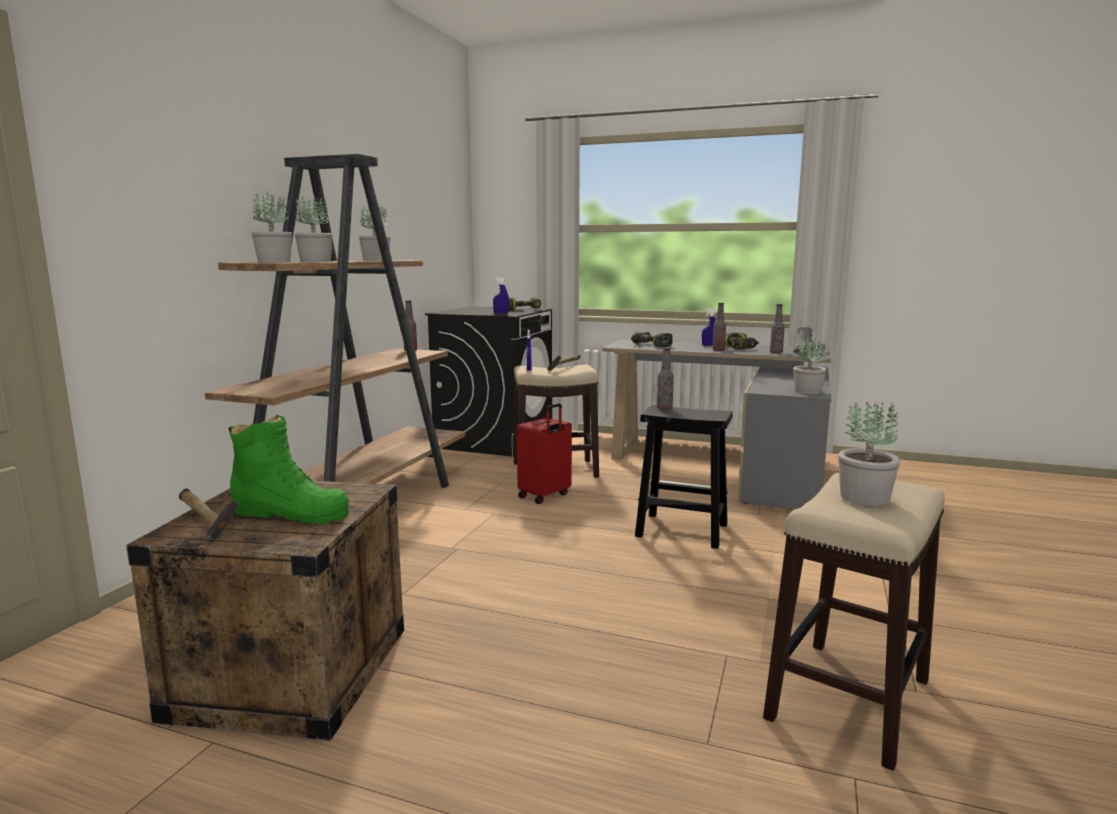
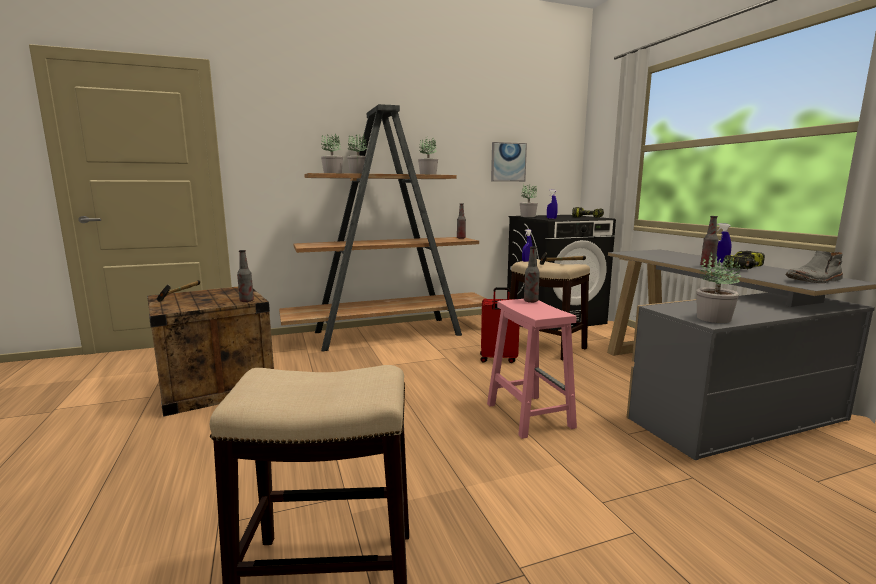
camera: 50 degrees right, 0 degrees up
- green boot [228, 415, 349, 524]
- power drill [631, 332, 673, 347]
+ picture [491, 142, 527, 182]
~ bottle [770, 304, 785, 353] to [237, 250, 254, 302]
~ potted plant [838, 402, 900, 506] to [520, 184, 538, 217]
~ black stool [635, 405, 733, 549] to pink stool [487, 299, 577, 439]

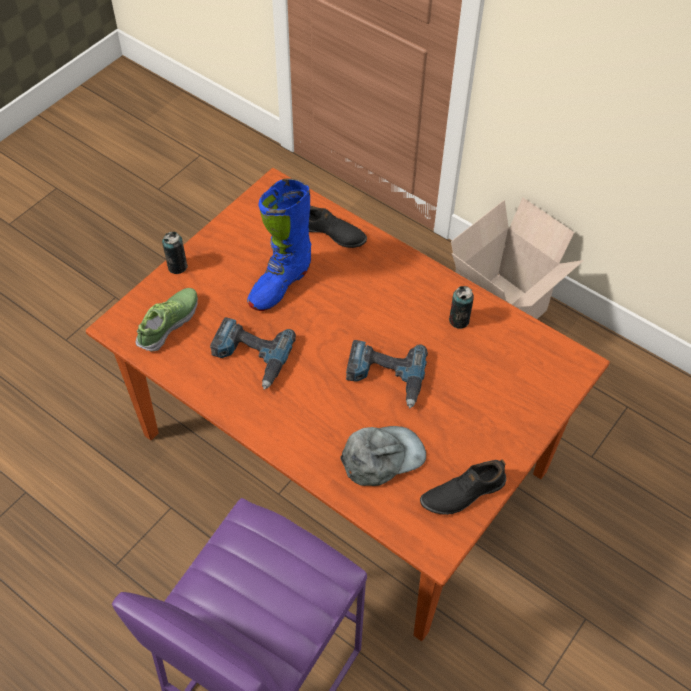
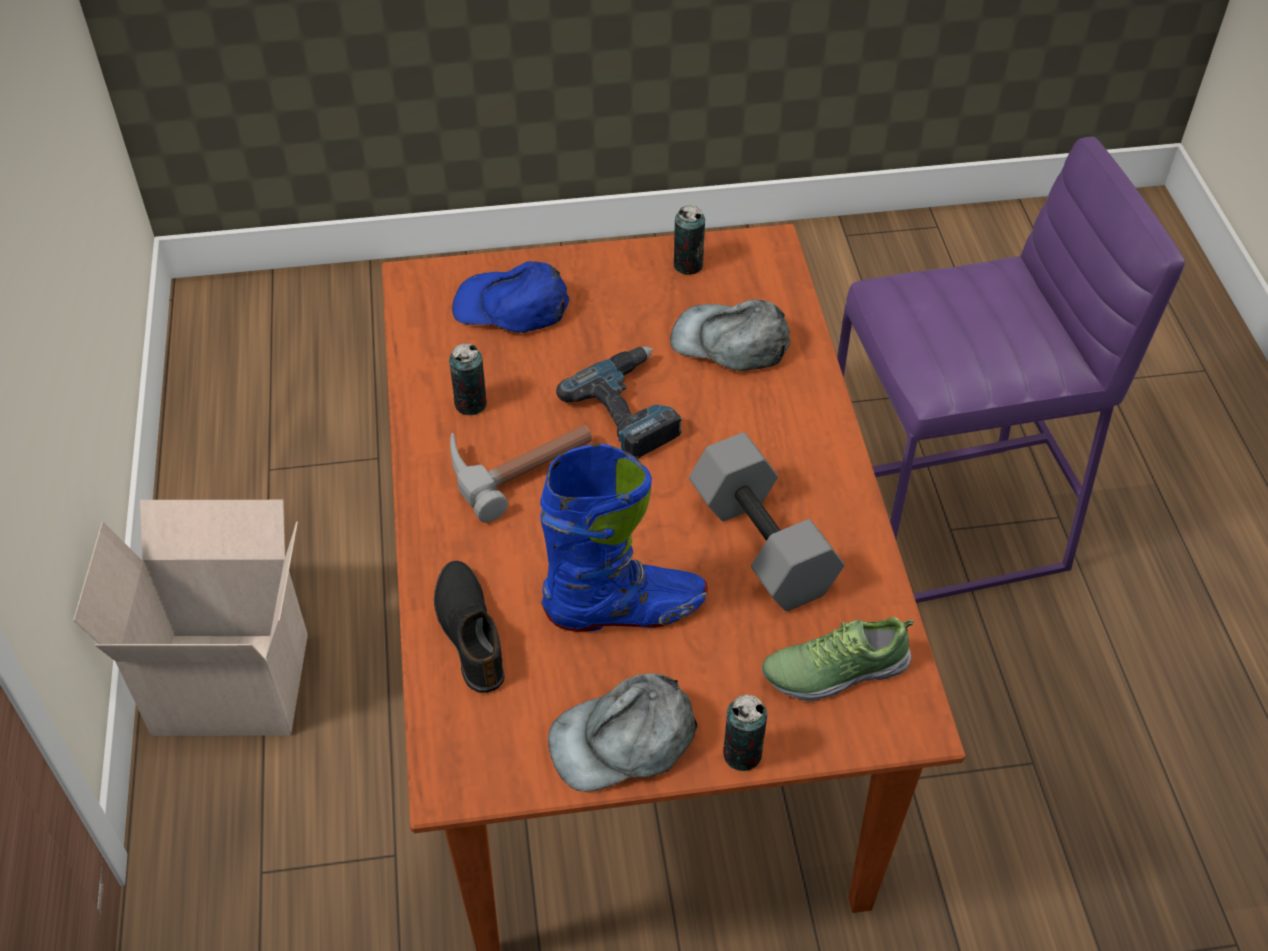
camera: 135 degrees left, 5 degrees down
+ hammer [450, 425, 592, 523]
+ blue cap [452, 261, 570, 333]
+ grey cap [548, 673, 698, 792]
~ power drill [210, 317, 296, 390] to grey dumbbell [689, 433, 844, 611]
~ black shoe [420, 459, 506, 515] to can [674, 205, 705, 275]

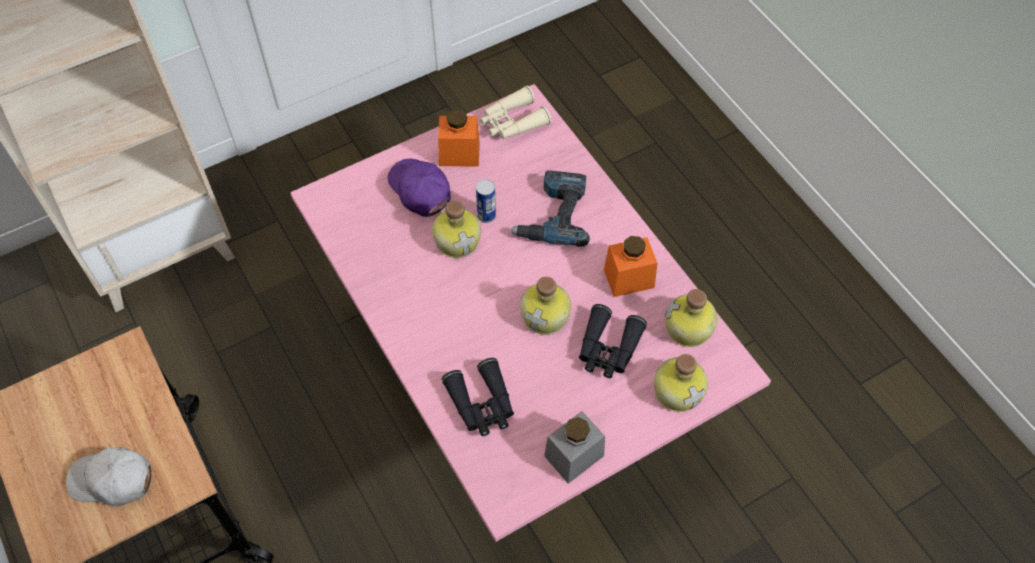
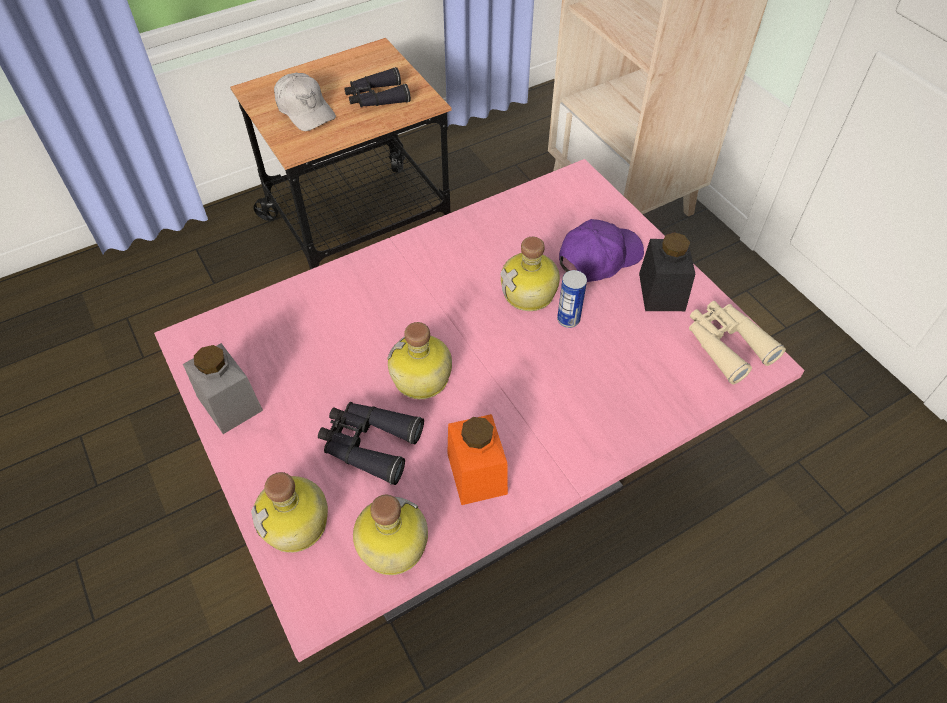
camera: 90 degrees right, 5 degrees down
- power drill [509, 170, 590, 247]
~ black binoculars [442, 358, 514, 436] to [344, 67, 411, 108]
~ orange jar [438, 109, 480, 166] to black jar [639, 232, 695, 311]
~ white cap [66, 447, 151, 506] = [274, 73, 336, 131] 135 degrees clockwise

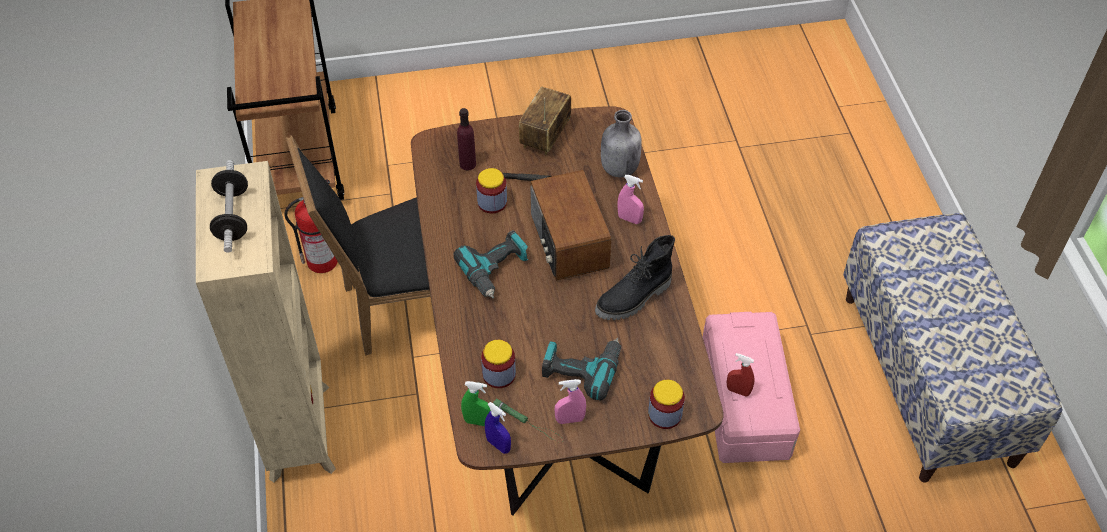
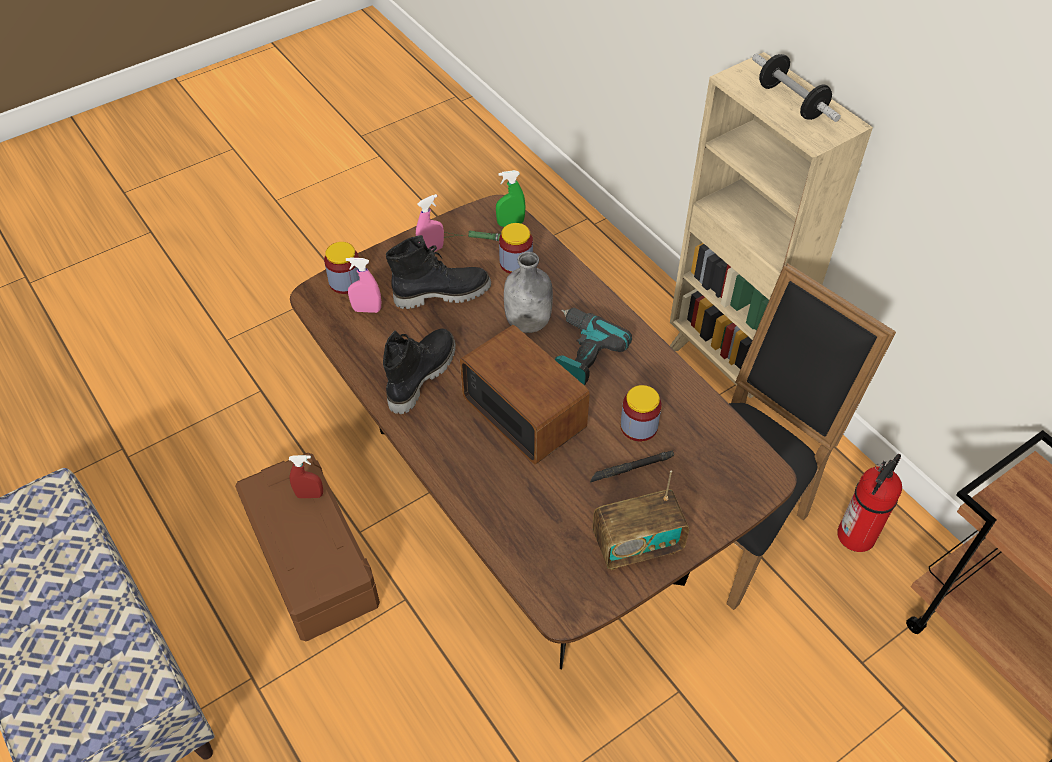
camera: 155 degrees right, 0 degrees up
- purple bottle [457, 108, 476, 170]
- blue spray bottle [485, 402, 511, 454]
~ grey bottle [601, 110, 642, 178] to [504, 252, 553, 333]
~ pink spray bottle [617, 175, 644, 224] to [346, 257, 381, 313]
~ power drill [542, 338, 621, 400] to black boot [386, 235, 491, 309]
~ pink storage box [703, 312, 800, 463] to brown storage box [235, 453, 380, 642]
~ radio [519, 87, 571, 154] = [592, 470, 689, 570] 75 degrees clockwise

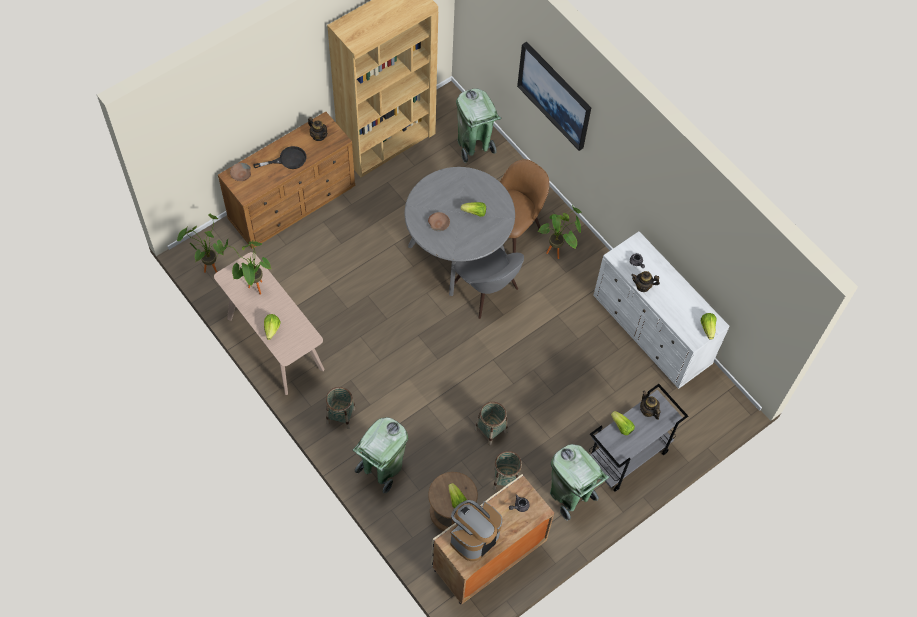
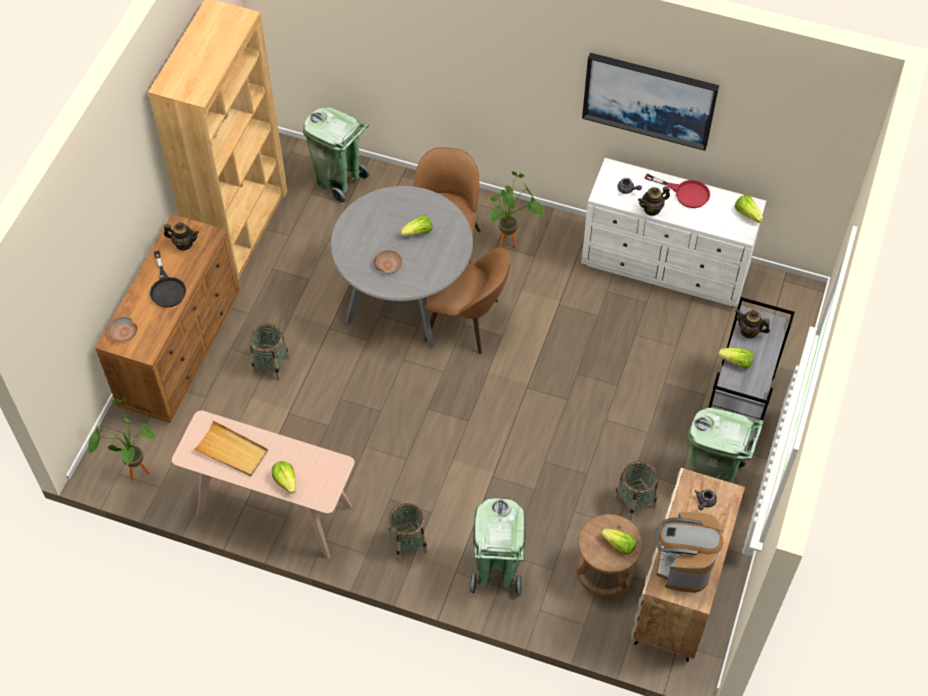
camera: 30 degrees left, 5 degrees down
+ red frying pan [645, 174, 710, 208]
~ basket [475, 402, 508, 445] to [249, 323, 290, 380]
~ picture [517, 42, 591, 151] to [582, 53, 719, 151]
~ potted plant [217, 239, 271, 295] to beige tray [194, 420, 268, 476]
~ grey chair [449, 248, 524, 319] to brown chair [424, 248, 511, 354]
~ black frying pan [253, 146, 307, 169] = [150, 251, 186, 308] 120 degrees clockwise

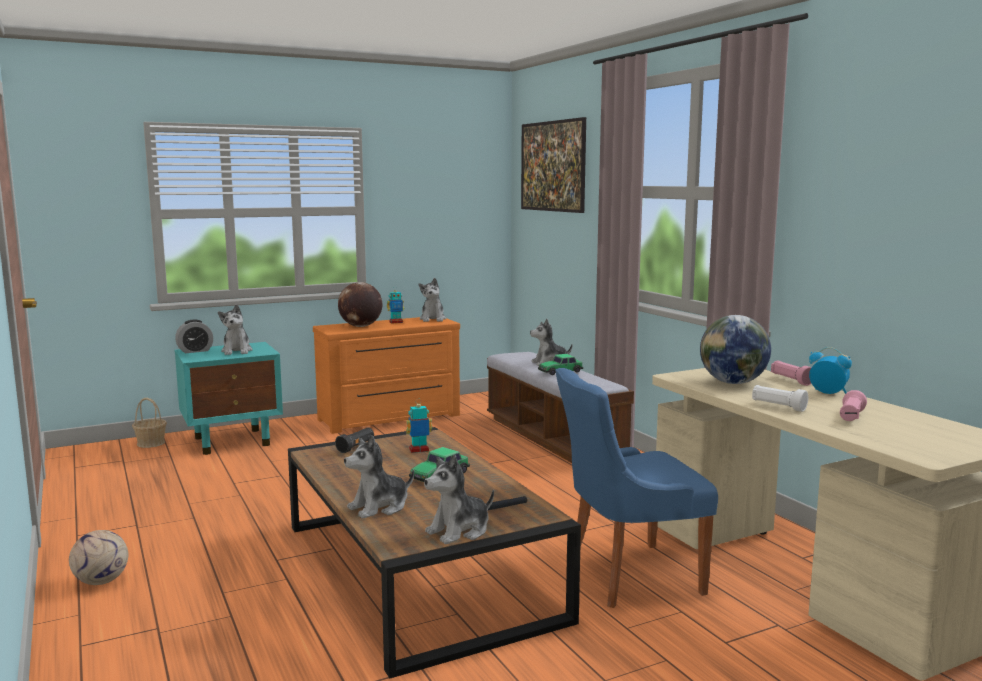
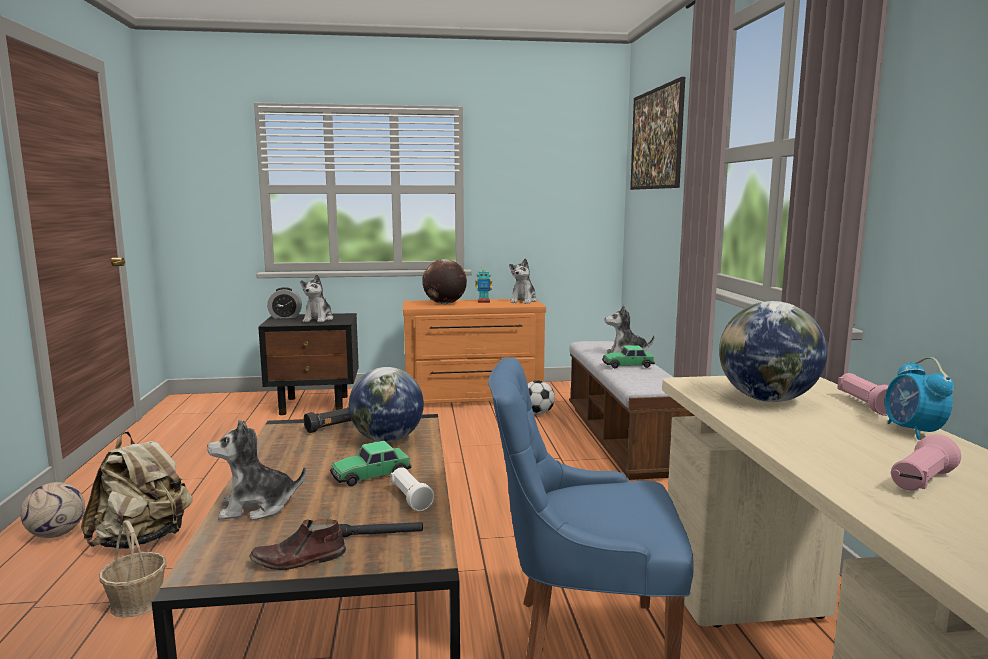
camera: 20 degrees right, 0 degrees up
+ beige backpack [81, 431, 192, 549]
+ football [528, 380, 555, 415]
~ basket [132, 398, 167, 448] to [99, 520, 167, 618]
~ white flashlight [752, 385, 808, 412] to [391, 467, 434, 511]
~ toy robot [406, 399, 432, 453] to globe [349, 367, 424, 442]
~ plush toy [424, 454, 494, 544] to brown shoe [249, 519, 346, 570]
~ turquoise nightstand [175, 342, 283, 455] to black nightstand [258, 313, 359, 415]
~ alarm clock [809, 347, 852, 394] = [885, 357, 954, 440] 150 degrees counterclockwise

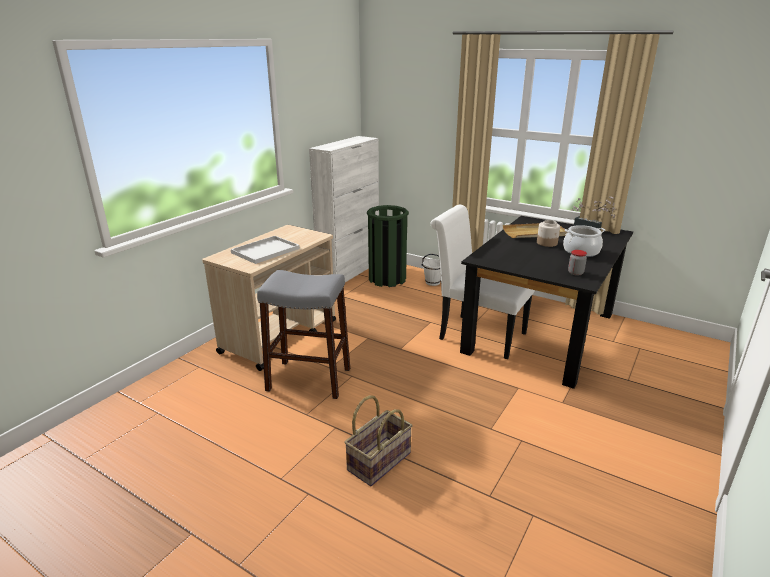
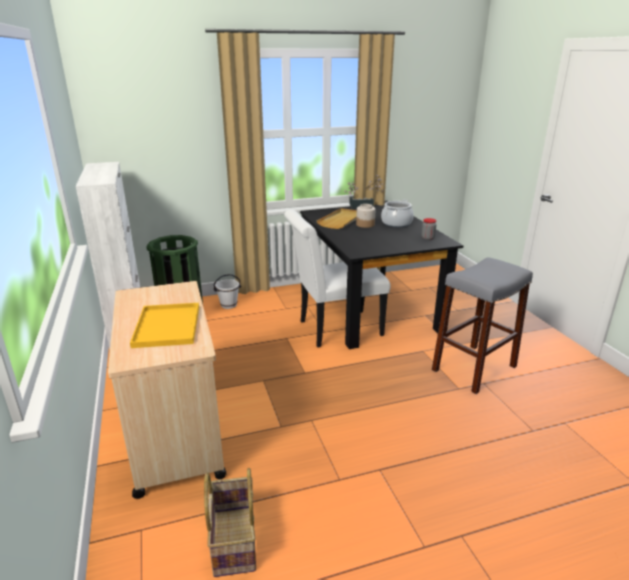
camera: 50 degrees left, 0 degrees up
~ grey stool [257, 270, 350, 399] to [432, 257, 533, 394]
~ basket [345, 395, 413, 486] to [204, 468, 256, 577]
~ white tray [231, 236, 300, 264] to yellow tray [130, 303, 199, 348]

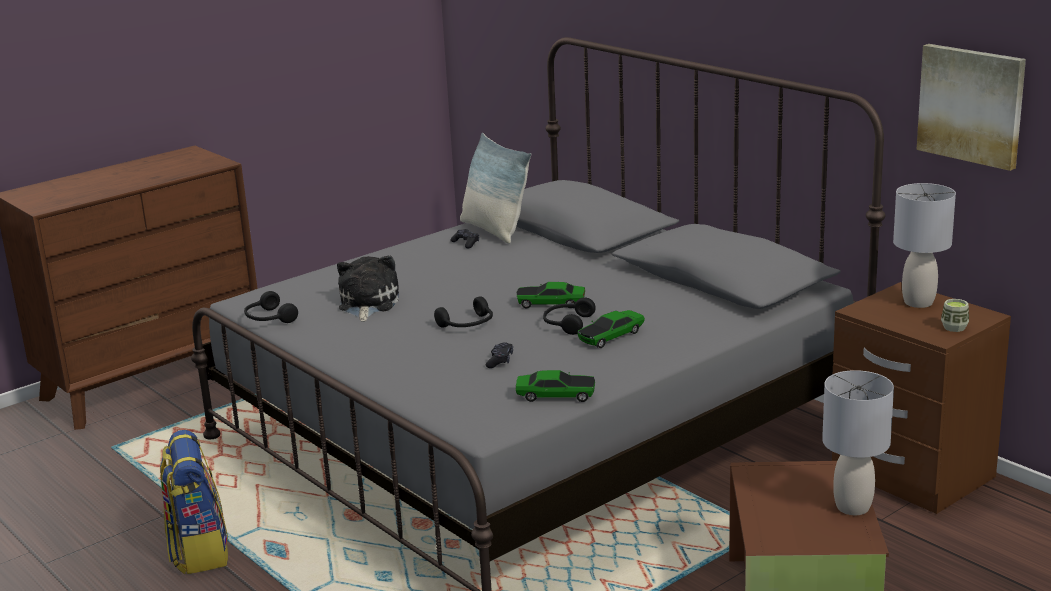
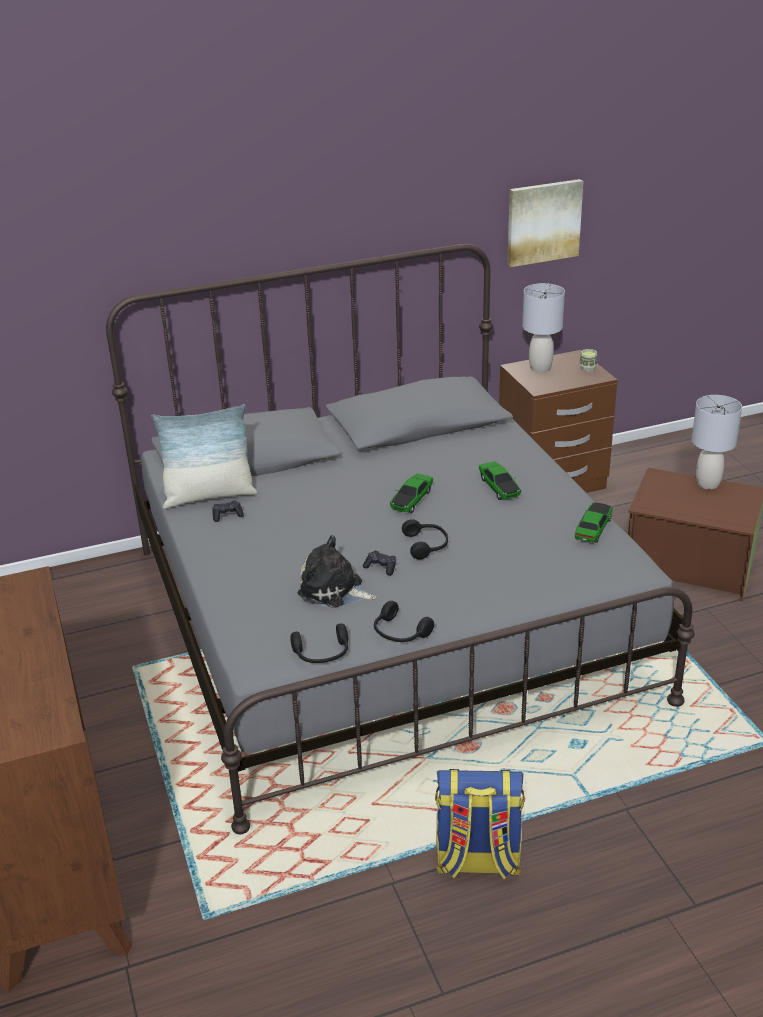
camera: 70 degrees left, 10 degrees up
~ black game controller [486, 342, 513, 368] to [363, 551, 396, 576]
~ black headphones [543, 297, 596, 335] to [374, 601, 434, 642]

